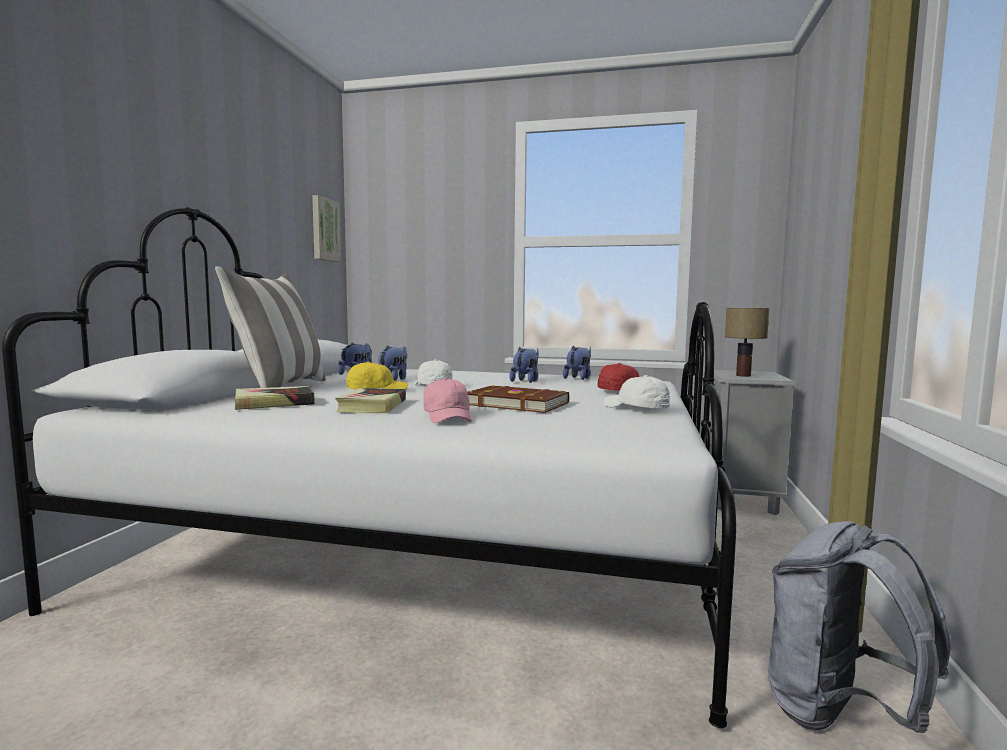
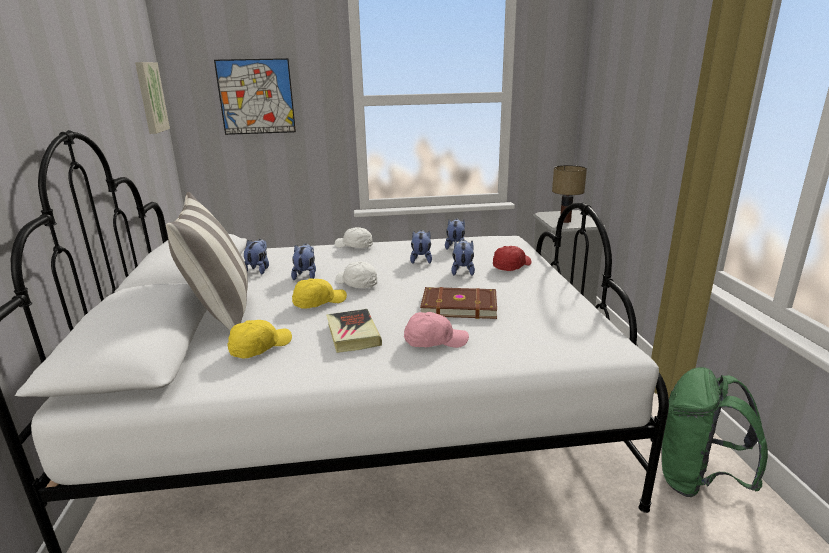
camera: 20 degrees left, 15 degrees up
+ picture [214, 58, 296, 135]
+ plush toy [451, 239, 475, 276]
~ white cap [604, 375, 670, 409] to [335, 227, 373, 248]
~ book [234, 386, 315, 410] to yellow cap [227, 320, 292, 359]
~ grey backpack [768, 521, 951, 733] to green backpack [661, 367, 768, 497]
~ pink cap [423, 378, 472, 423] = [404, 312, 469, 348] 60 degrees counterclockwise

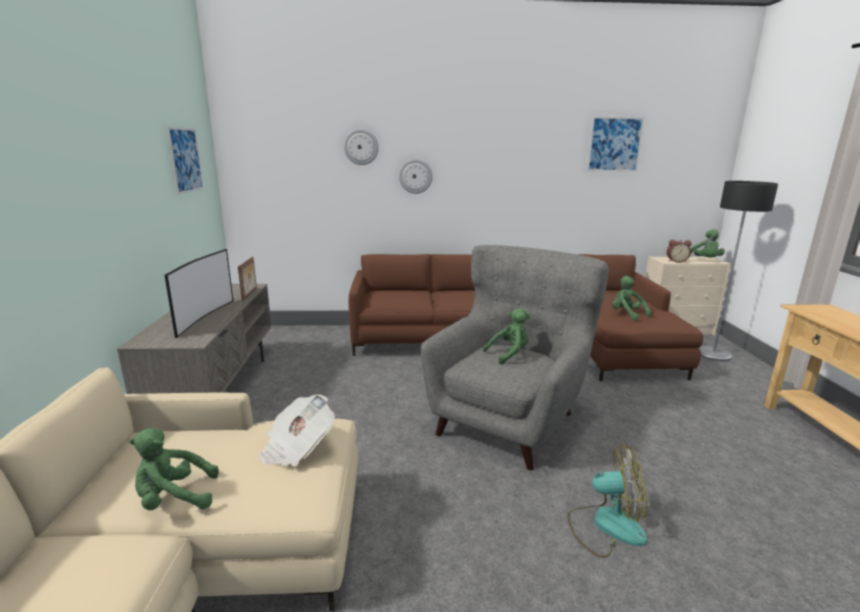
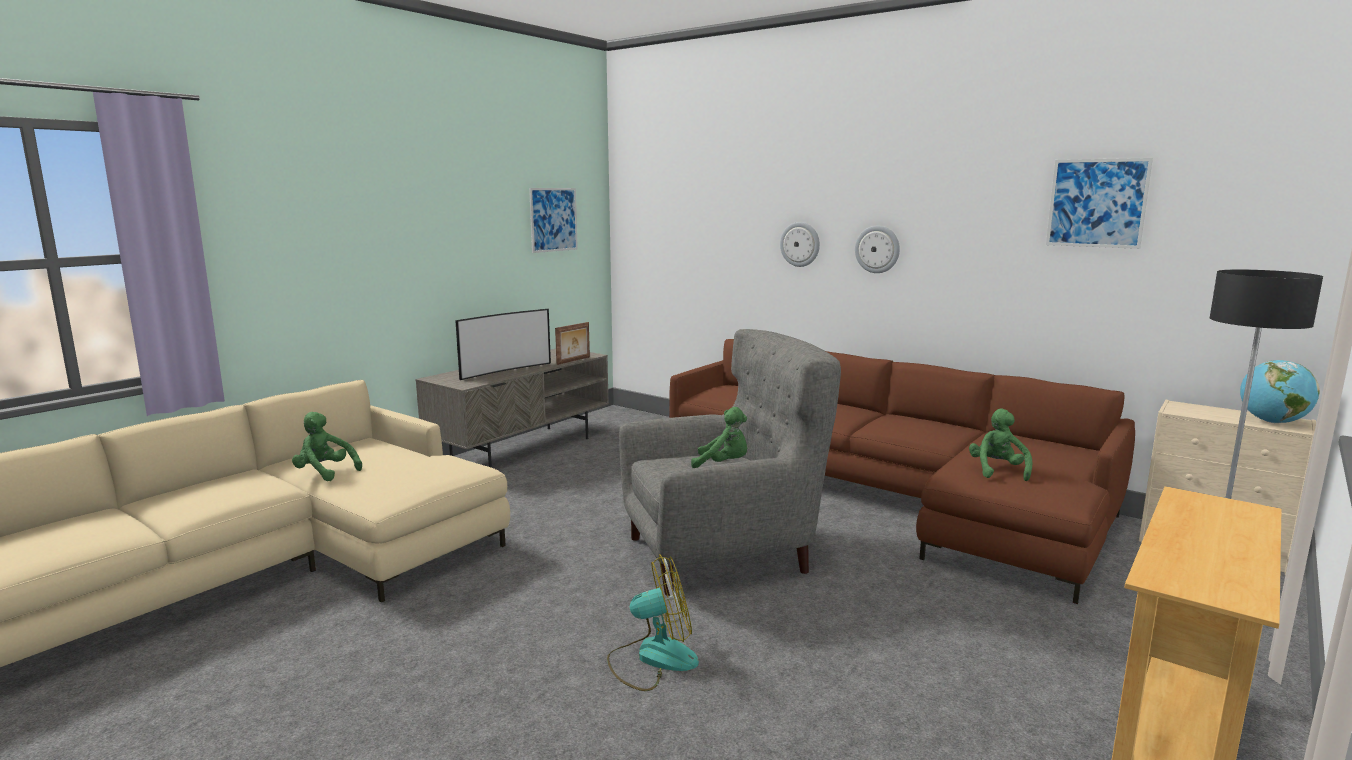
camera: 40 degrees right, 5 degrees down
- newspaper [258, 394, 335, 467]
- alarm clock [667, 240, 691, 263]
~ wall clock [344, 129, 379, 165] to [855, 226, 900, 273]
~ green plush toy [690, 229, 725, 257] to globe [1240, 360, 1320, 423]
~ fan [567, 444, 648, 558] = [607, 555, 699, 691] 60 degrees counterclockwise

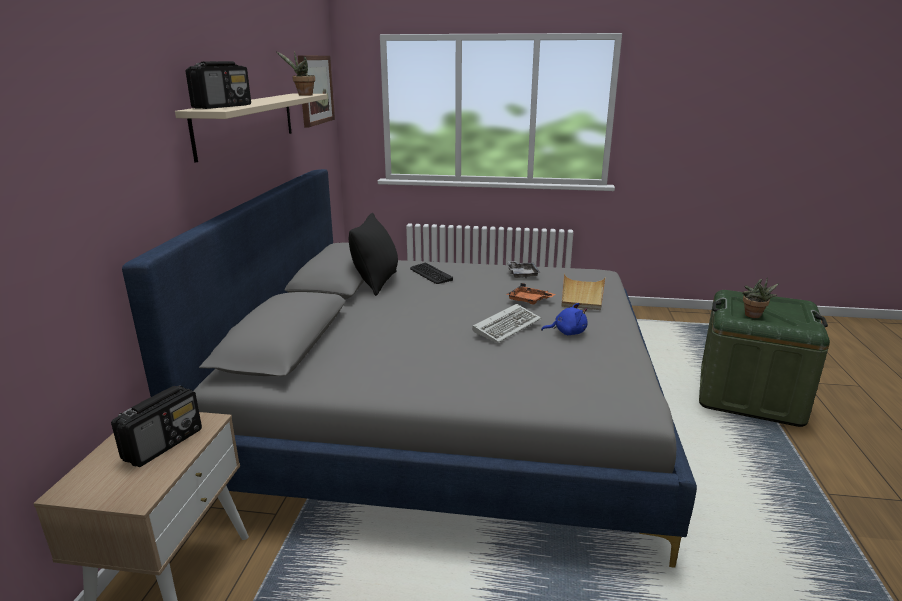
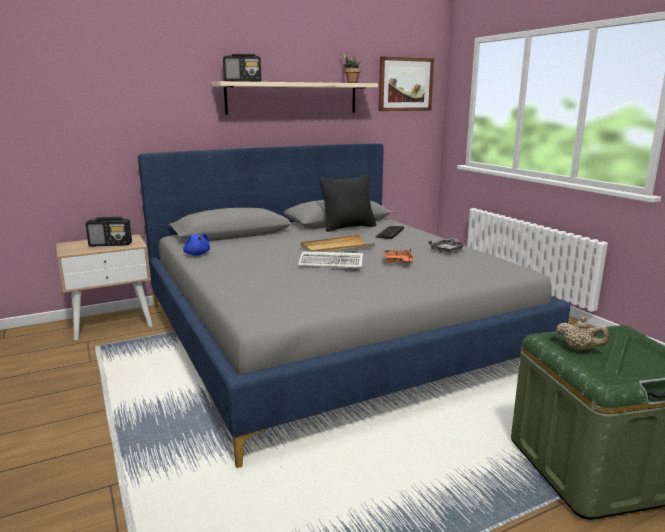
camera: 55 degrees right, 5 degrees down
~ blue plush toy [541, 303, 588, 335] to [183, 234, 210, 256]
~ beige tray [561, 274, 606, 310] to [301, 235, 376, 252]
~ potted plant [742, 278, 779, 318] to beige teapot [556, 317, 609, 351]

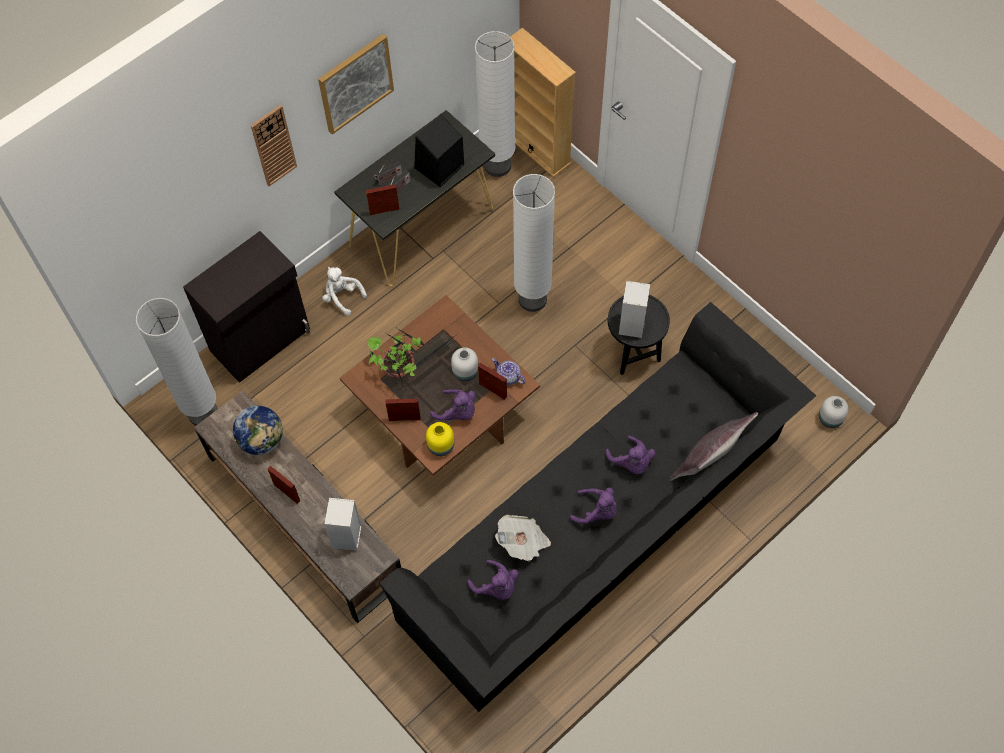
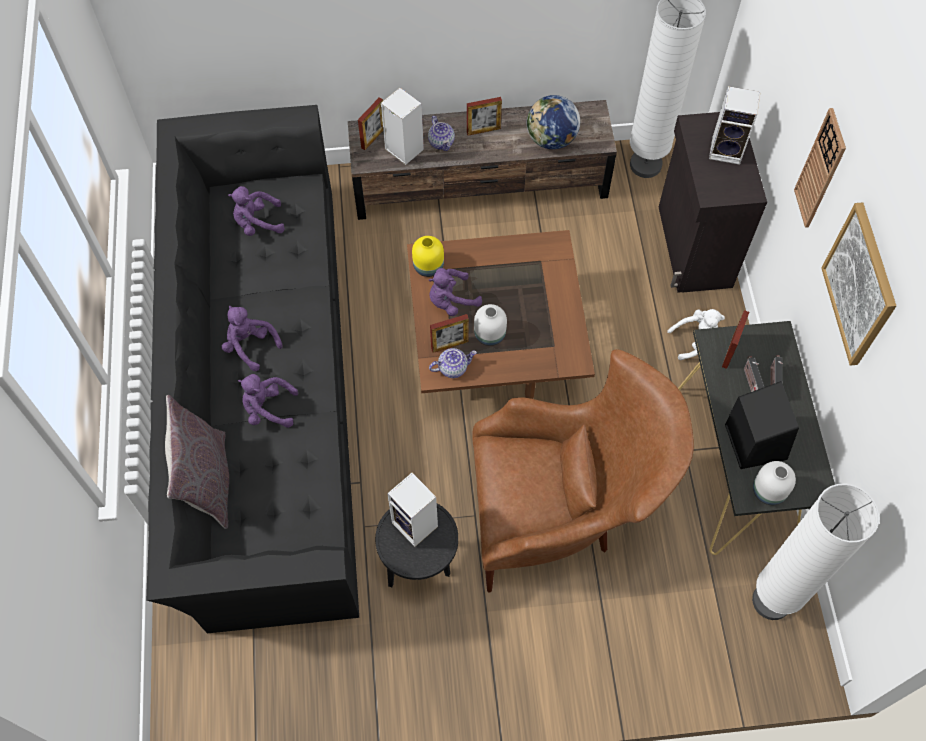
camera: 125 degrees right, 0 degrees up
- potted plant [368, 328, 455, 386]
- newspaper [495, 515, 551, 561]
- beige bookcase [510, 28, 576, 177]
+ teapot [428, 116, 455, 151]
+ speaker [709, 86, 761, 165]
~ picture frame [385, 399, 421, 421] to [358, 97, 383, 150]
~ white vase [819, 396, 848, 428] to [753, 461, 796, 505]
~ white floor lamp [513, 174, 555, 312] to brown armchair [472, 349, 694, 592]
~ purple plush toy [570, 488, 617, 524] = [222, 306, 282, 371] 75 degrees clockwise

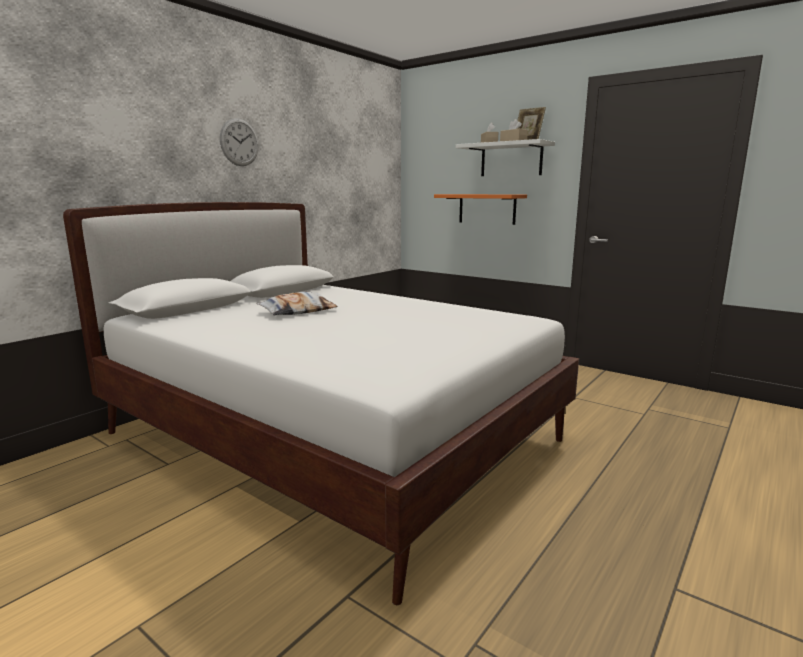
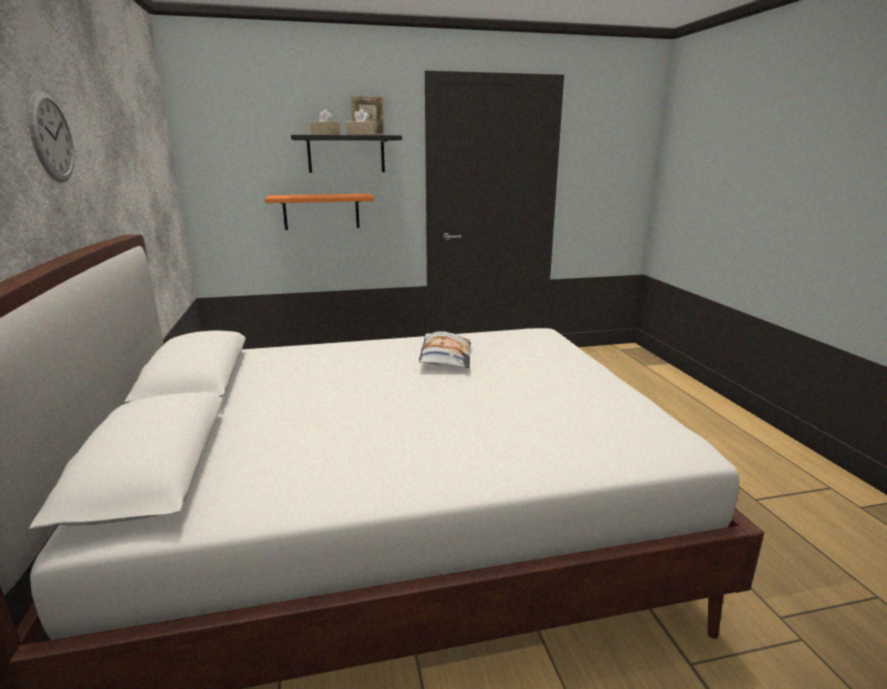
camera: 50 degrees left, 5 degrees up
~ pillow [257, 292, 338, 315] to [419, 331, 471, 368]
~ white shelf [456, 139, 555, 176] to black shelf [291, 135, 402, 173]

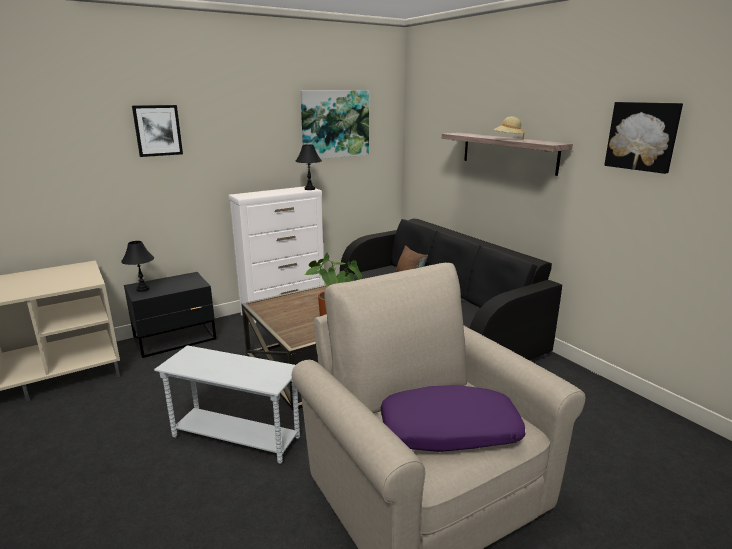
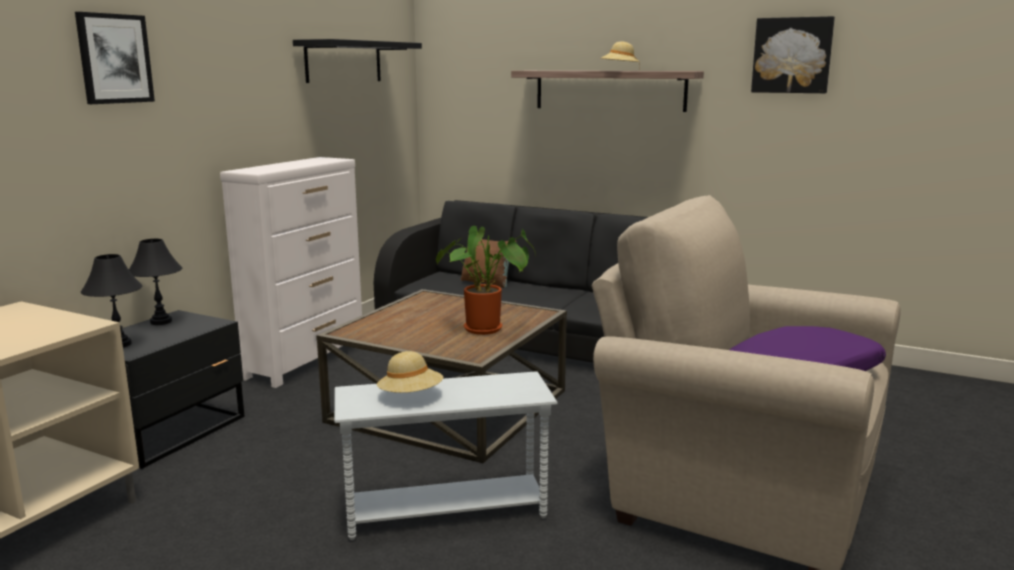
camera: 30 degrees left, 5 degrees down
+ beige hat [377, 351, 443, 393]
~ black table lamp [295, 144, 322, 190] to [129, 239, 182, 325]
~ picture [300, 90, 369, 159] to black shelf [293, 39, 422, 83]

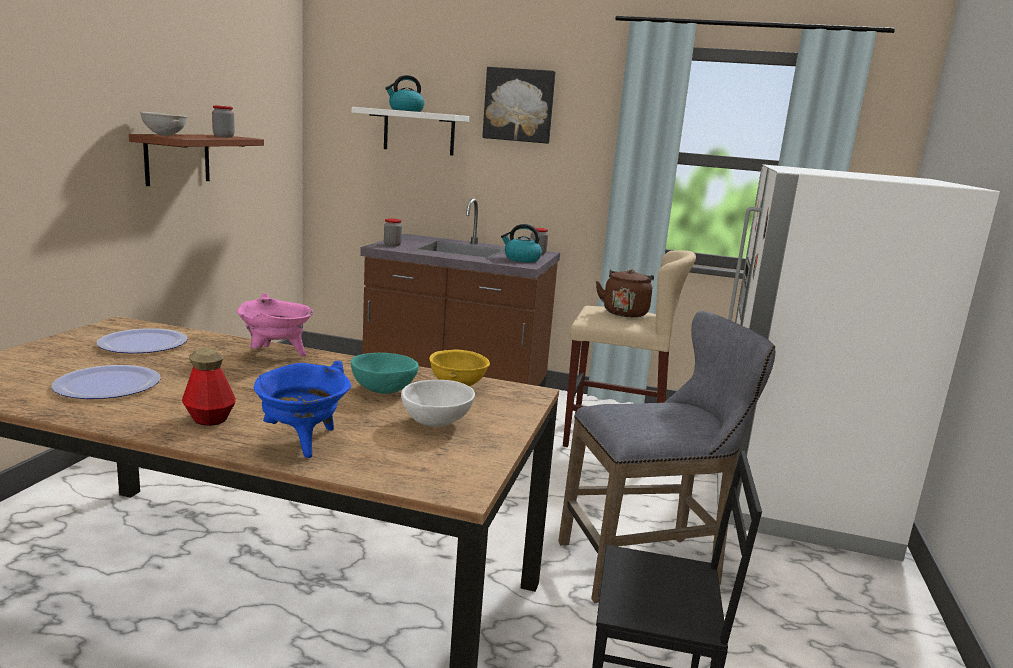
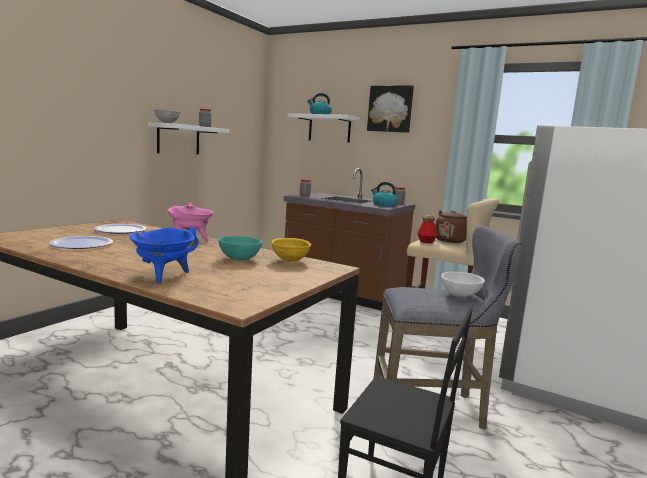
camera: 15 degrees right, 5 degrees down
~ bottle [182, 348, 236, 426] to [417, 215, 438, 243]
~ white bowl [401, 380, 475, 427] to [441, 272, 485, 297]
~ brown shelf [129, 134, 264, 186] to white shelf [148, 122, 229, 155]

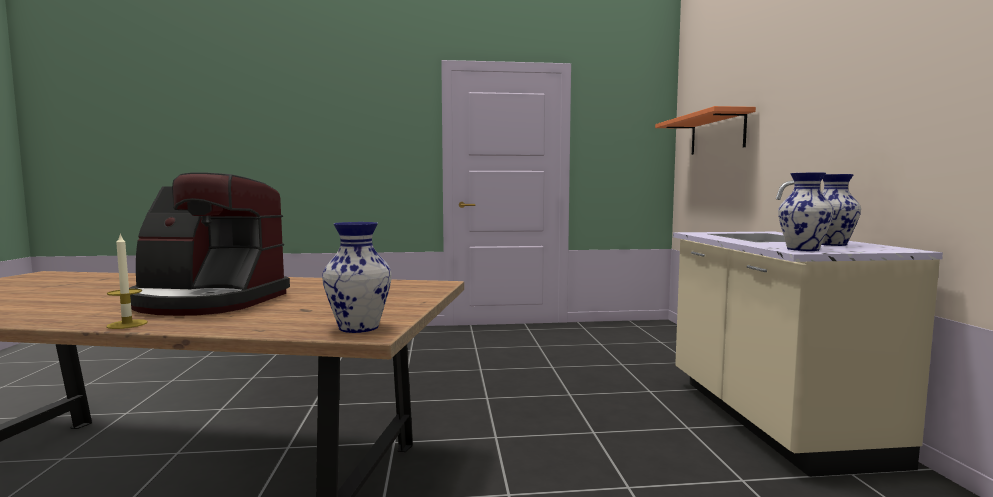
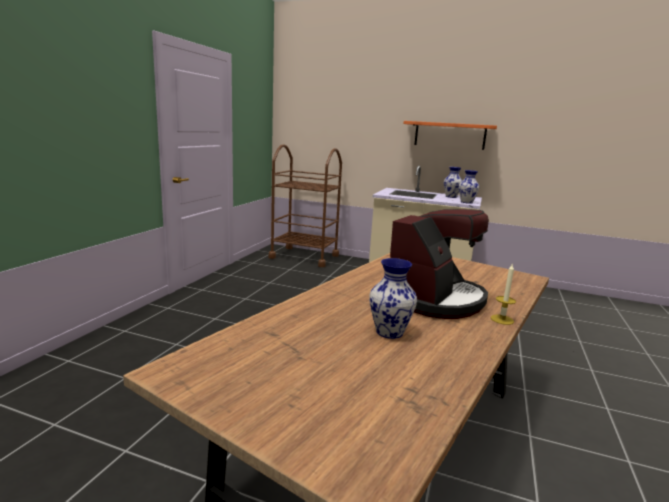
camera: 65 degrees left, 10 degrees up
+ brown cart [268, 144, 342, 267]
~ vase [322, 222, 392, 333] to [369, 258, 417, 339]
~ orange shelf [655, 106, 756, 155] to [404, 121, 497, 150]

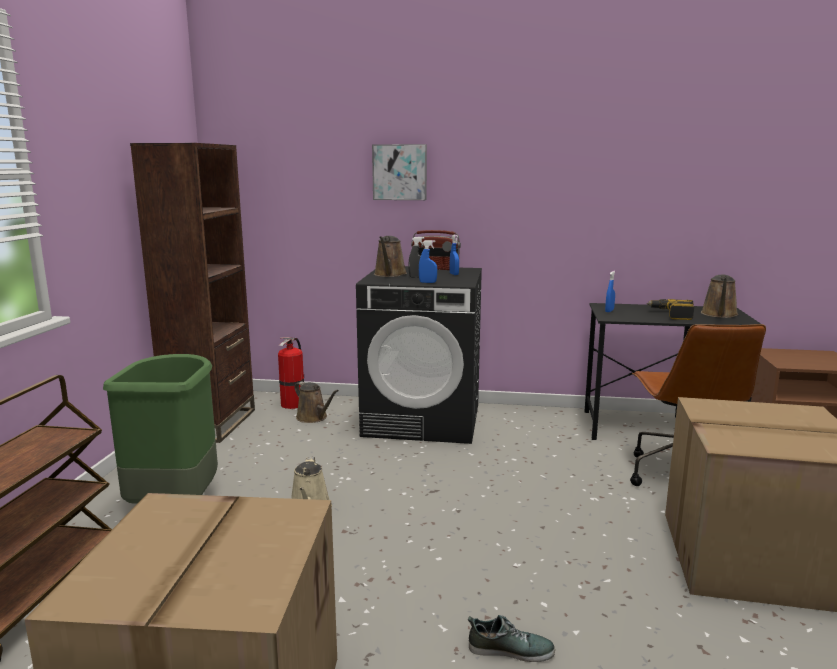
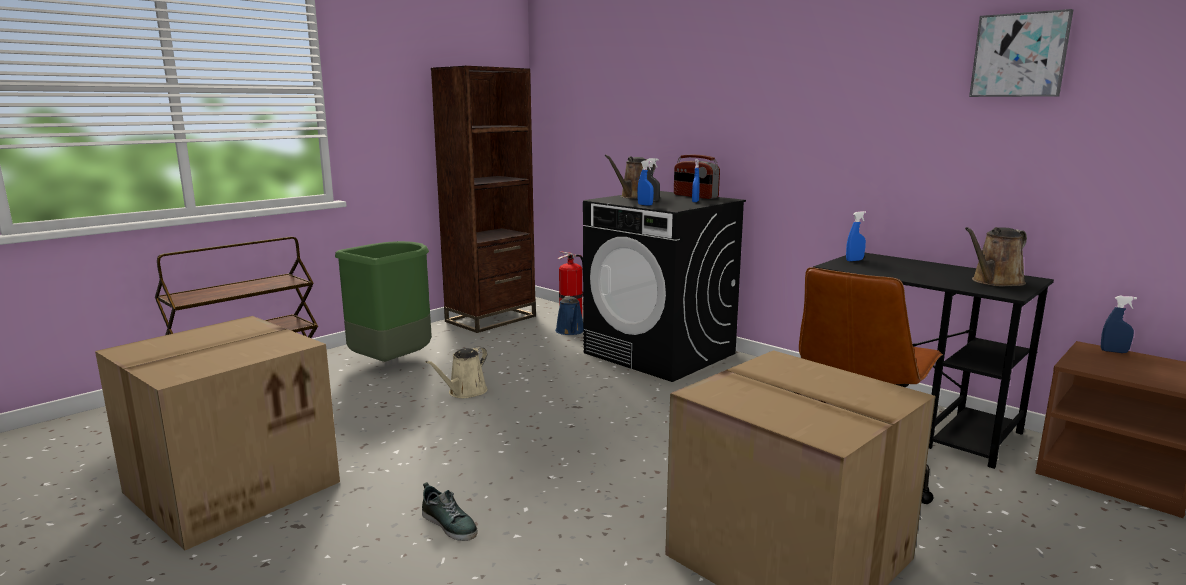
camera: 35 degrees right, 0 degrees up
- power drill [647, 299, 695, 320]
+ blue spray bottle [1101, 296, 1137, 353]
~ picture [372, 144, 427, 200] to [969, 9, 1073, 97]
~ brown watering can [294, 381, 339, 423] to blue watering can [555, 296, 584, 335]

